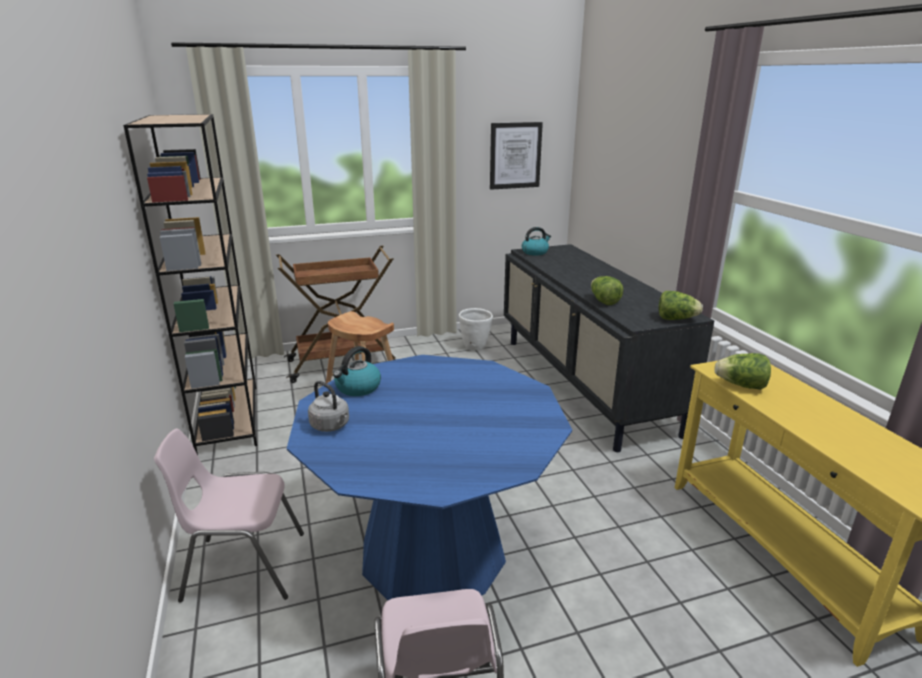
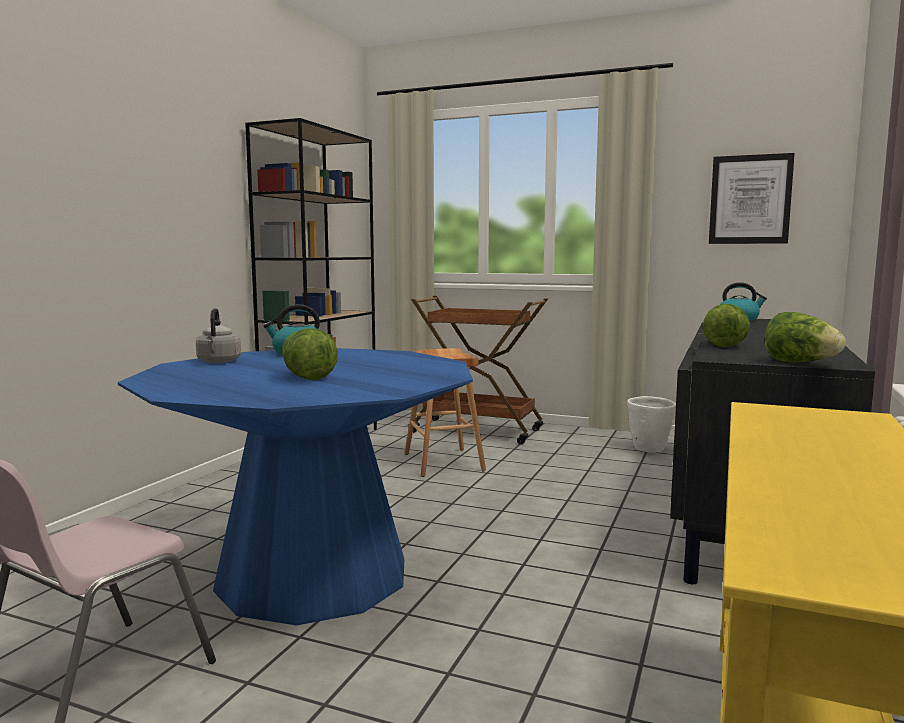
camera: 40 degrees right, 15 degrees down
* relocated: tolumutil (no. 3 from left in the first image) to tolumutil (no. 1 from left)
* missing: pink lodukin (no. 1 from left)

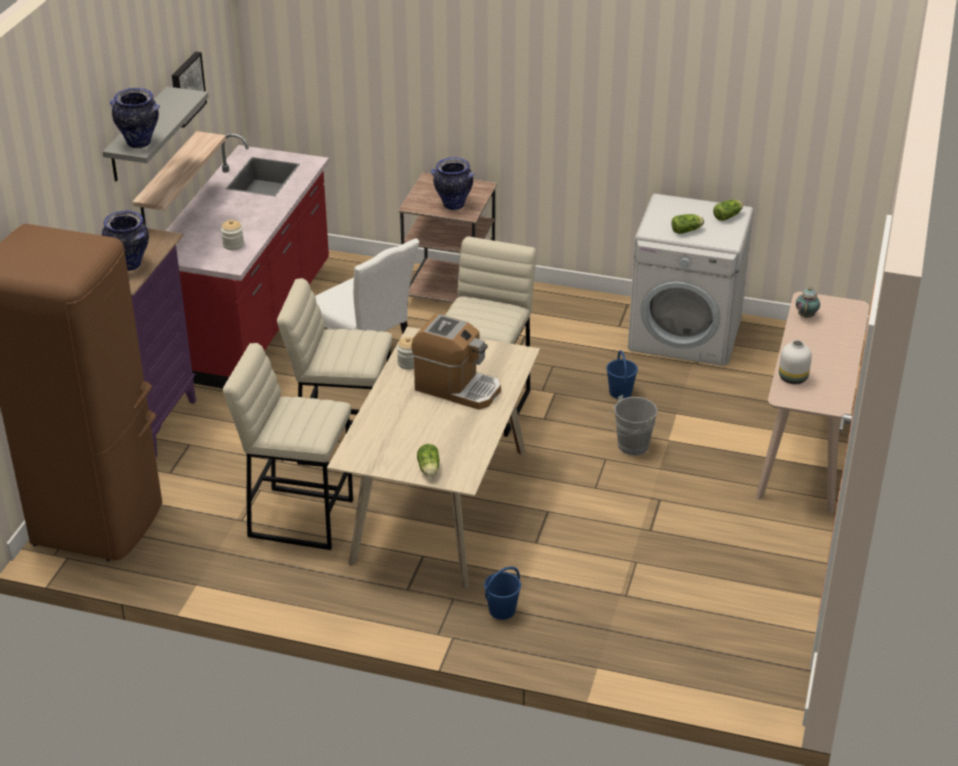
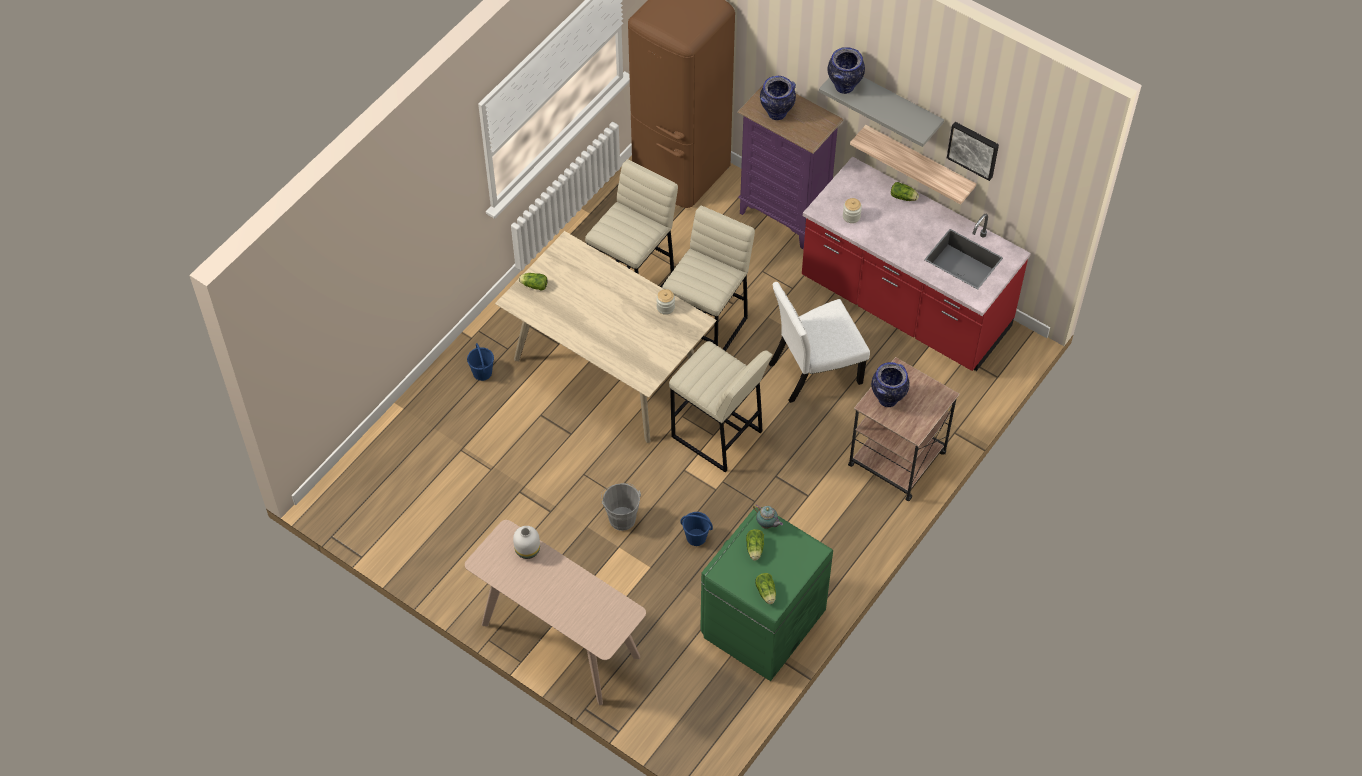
camera: 110 degrees right, 20 degrees up
* colour: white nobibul to green nobibul
* relocated: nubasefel
* missing: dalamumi
* appeared: tolumutil (no. 4 from left)

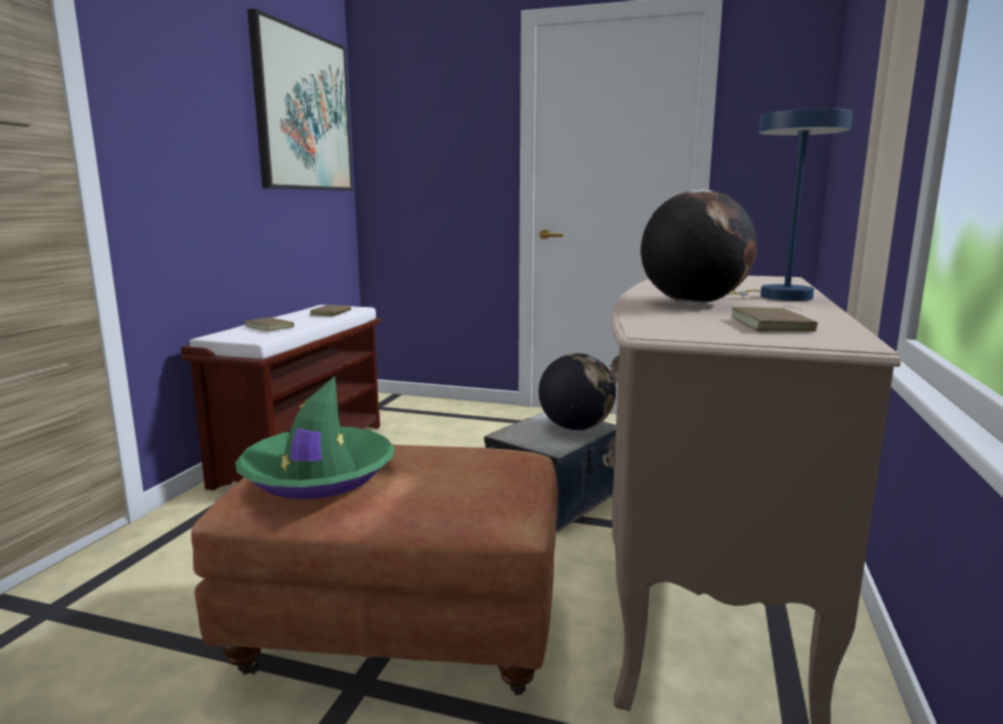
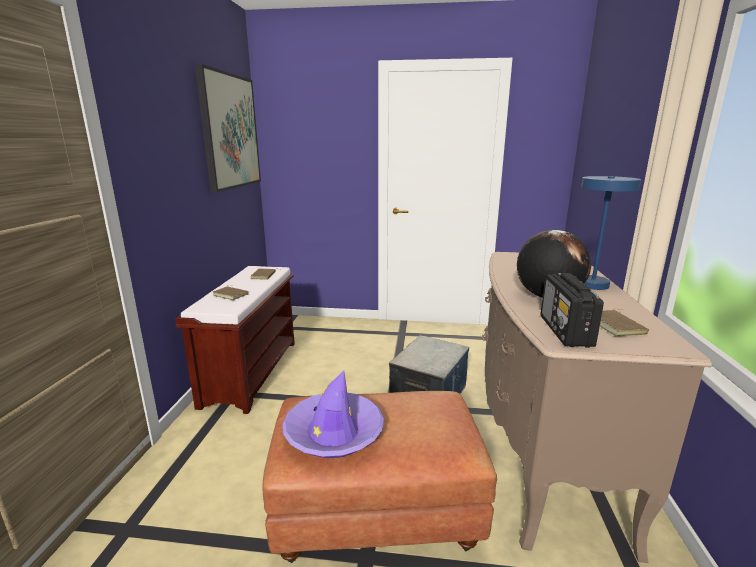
camera: 10 degrees left, 5 degrees up
* missing: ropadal (no. 1 from left)
* colour: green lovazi to purple lovazi
* appeared: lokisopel

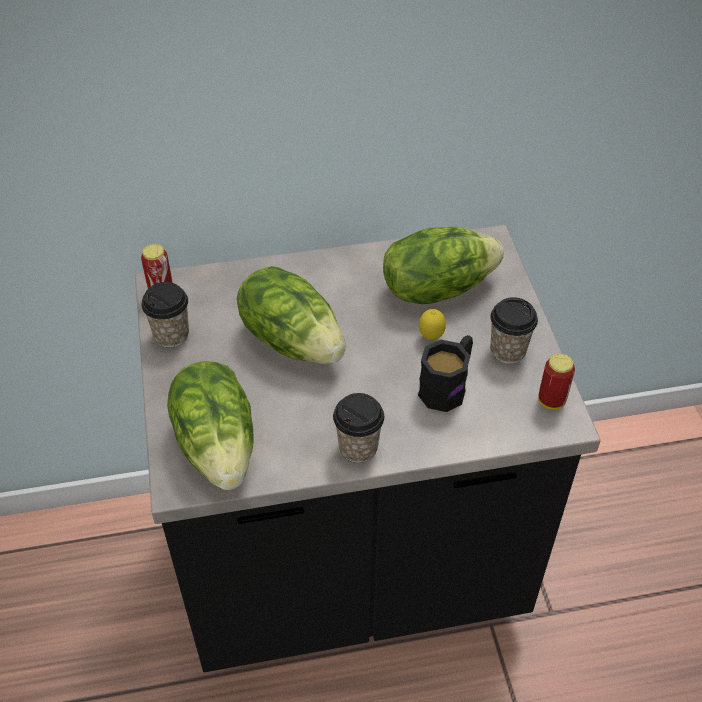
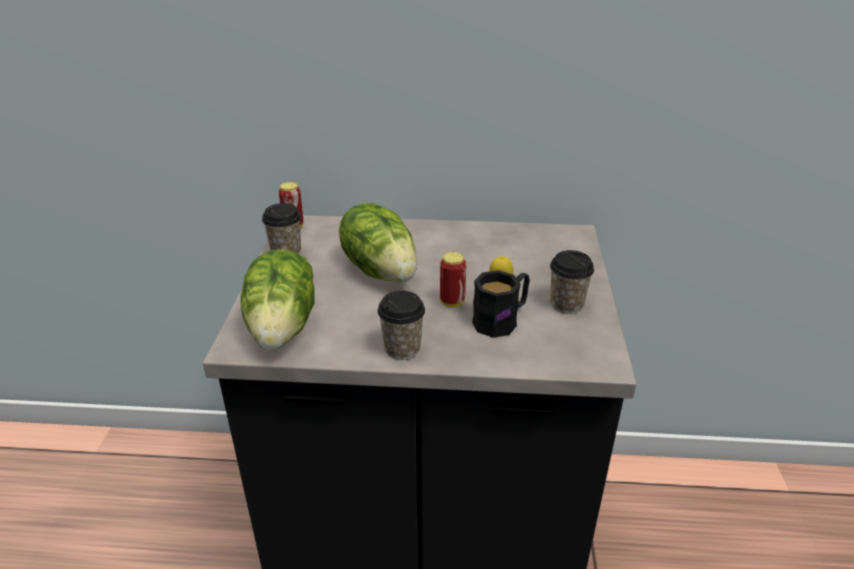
camera: 15 degrees right, 15 degrees down
* missing: tolumutil (no. 3 from left)
* relocated: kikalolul (no. 2 from left)

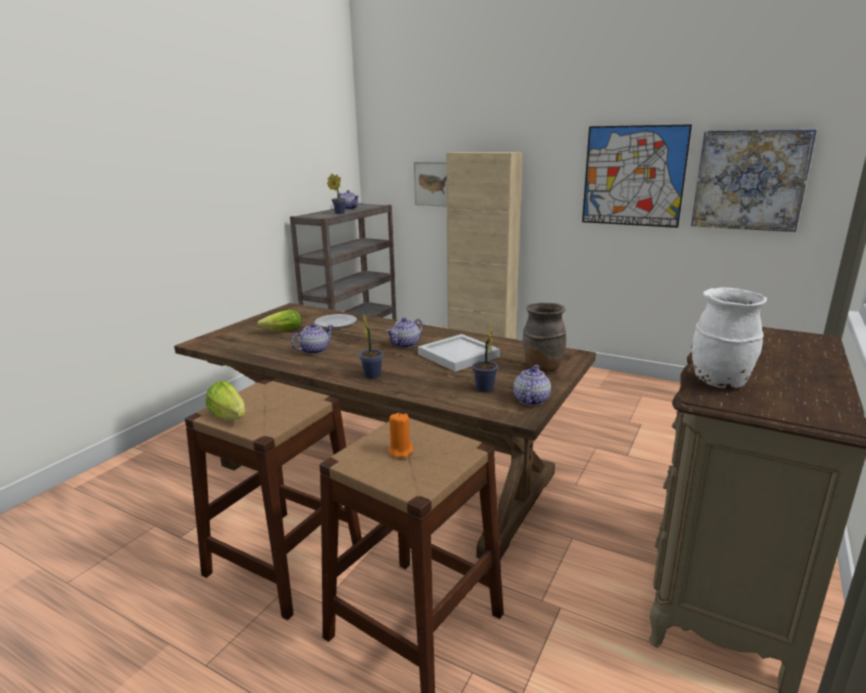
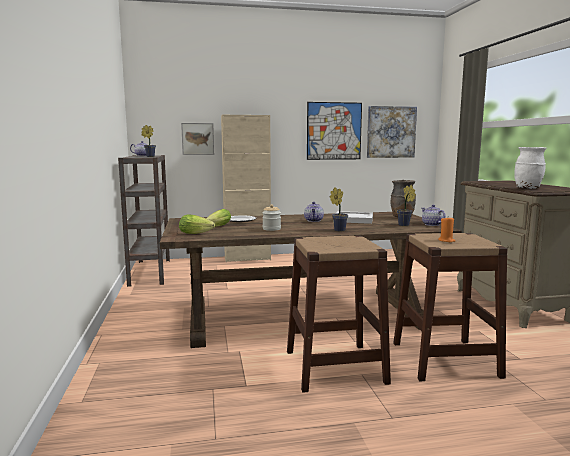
camera: 40 degrees left, 10 degrees down
* exchanged: nubasefel (no. 1 from left) to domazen
* relocated: tolumutil (no. 1 from left)

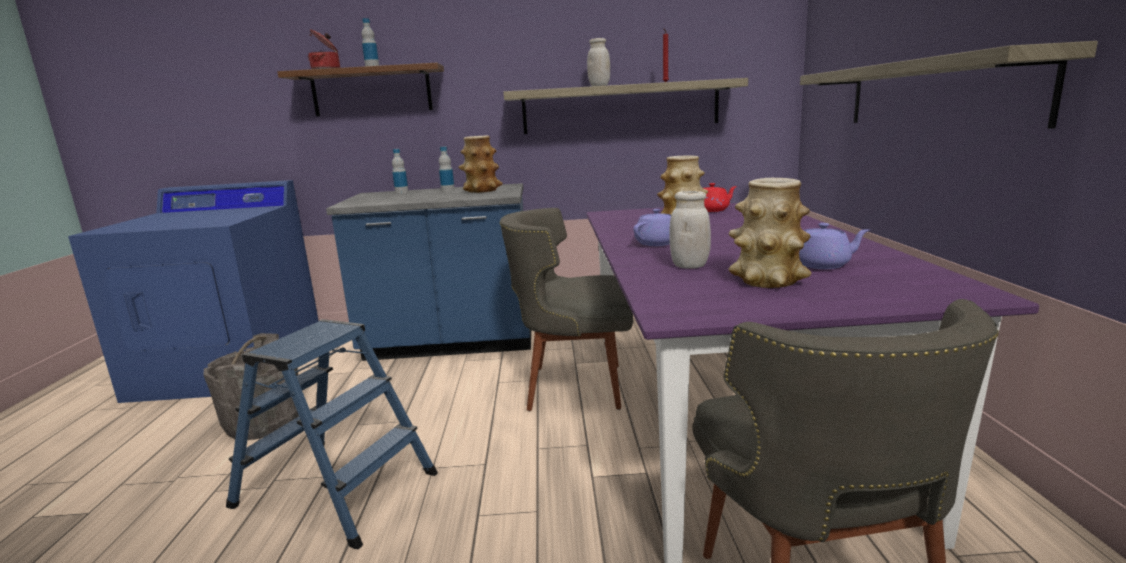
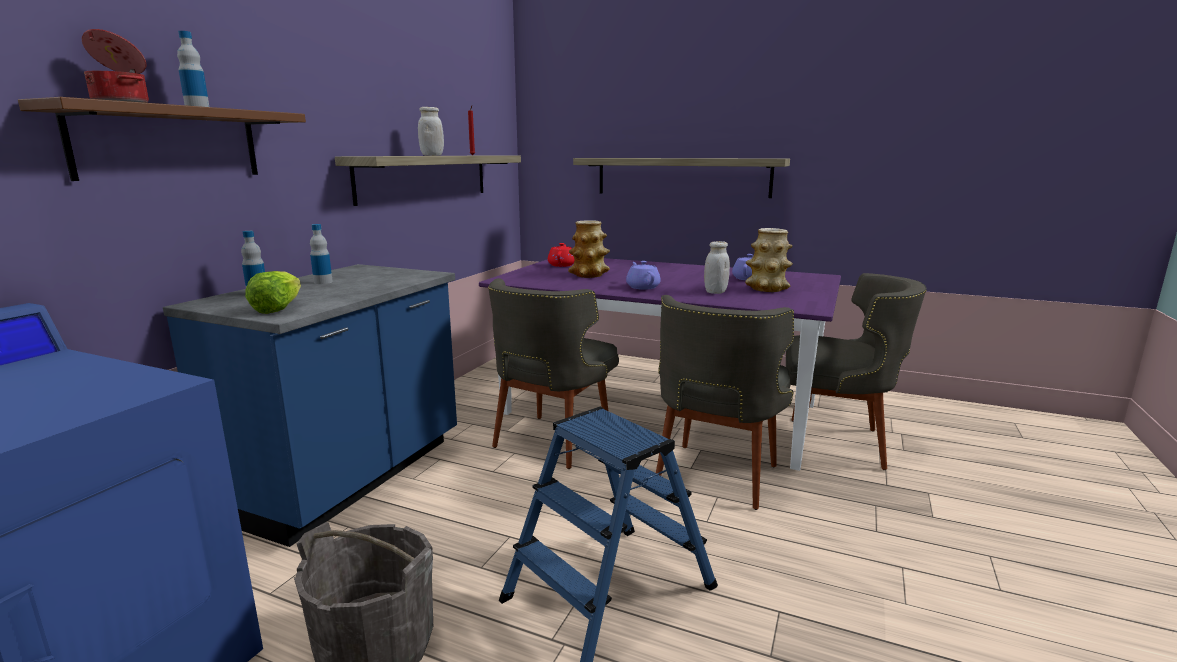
camera: 65 degrees left, 0 degrees up
* missing: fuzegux (no. 1 from left)
* appeared: tolumutil
* appeared: grey lodukin (no. 2 from left)

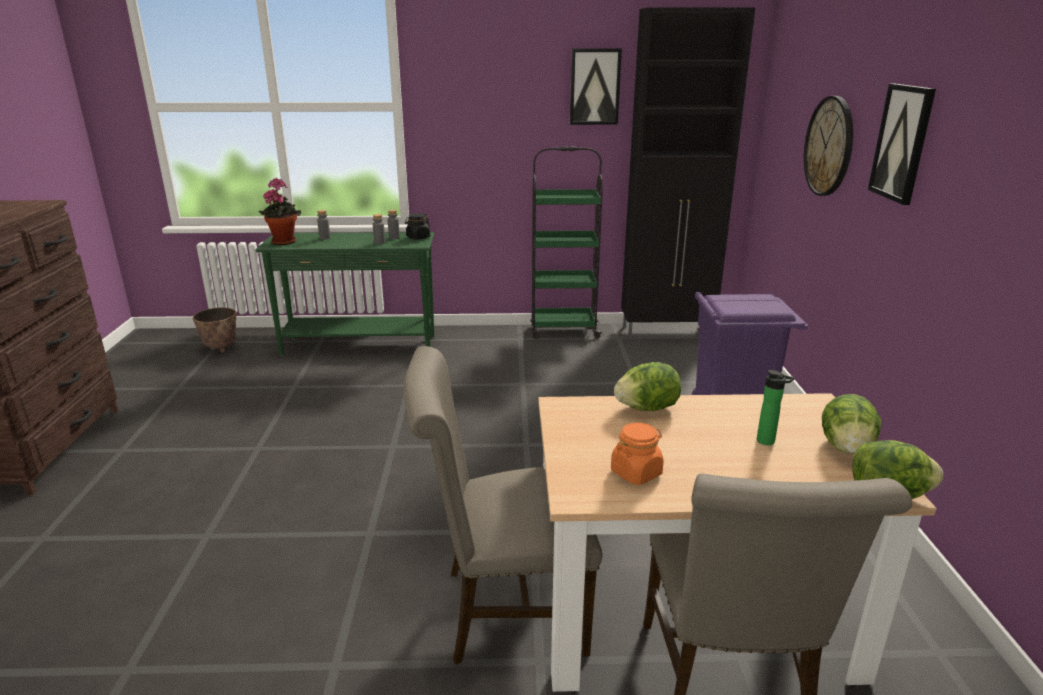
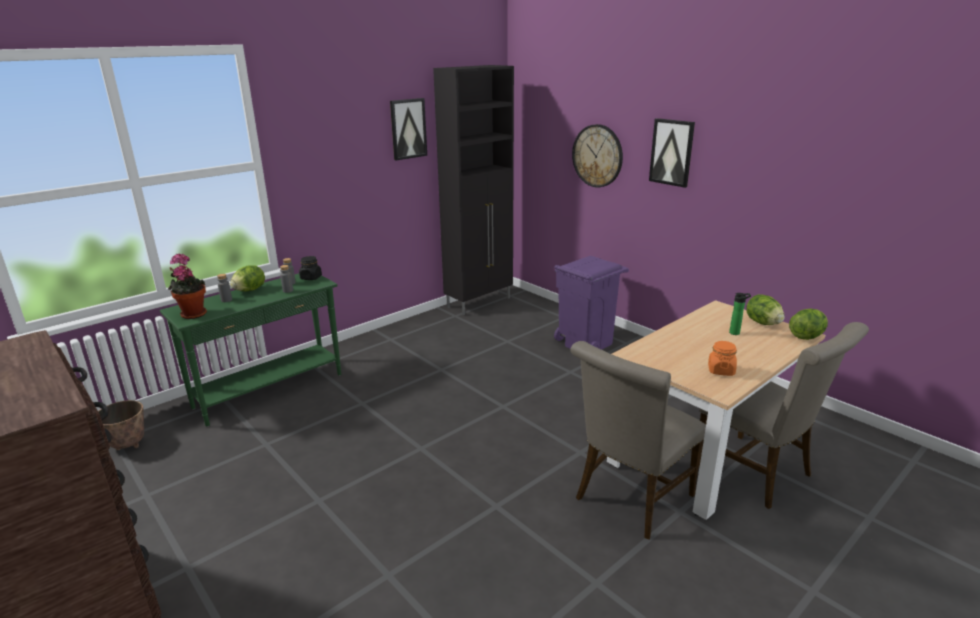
camera: 40 degrees left, 0 degrees up
* missing: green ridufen
* relocated: tolumutil (no. 1 from left)

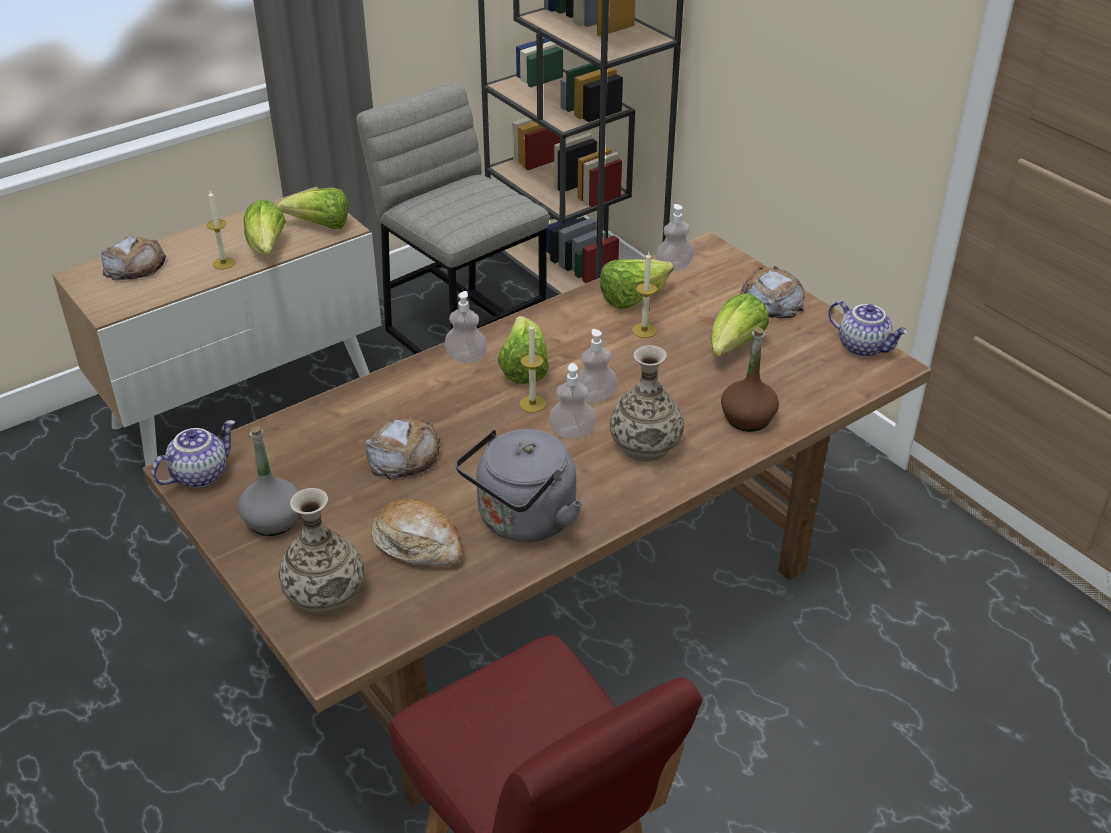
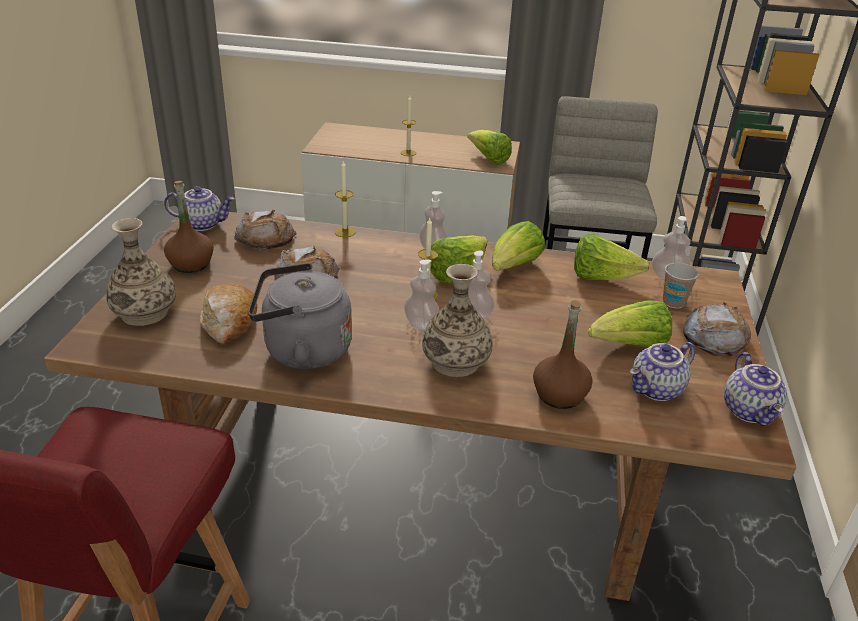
camera: 45 degrees right, 5 degrees down
* relocated: tolumutil (no. 1 from left in the first image) to tolumutil (no. 3 from left)
* relocated: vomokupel (no. 1 from left in the first image) to vomokupel (no. 2 from left)
* relocated: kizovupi (no. 3 from left in the first image) to kizovupi (no. 1 from left)
* colour: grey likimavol to brown likimavol (no. 1 from left)
* appeared: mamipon
* appeared: nubasefel (no. 2 from left)

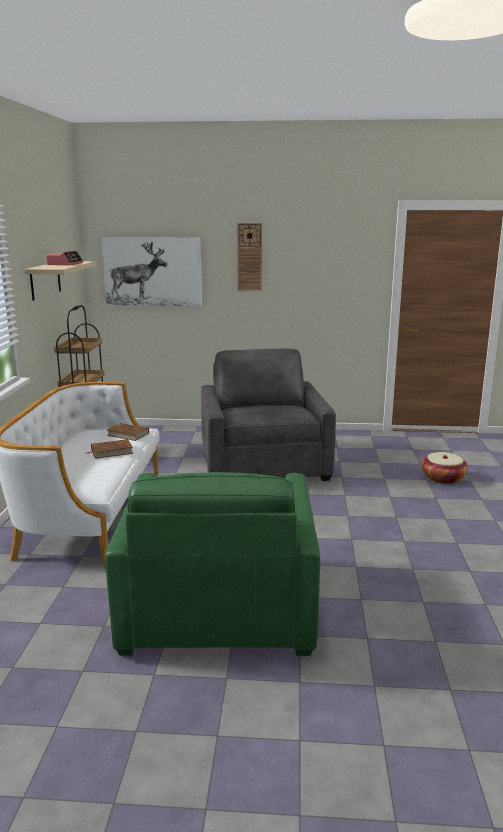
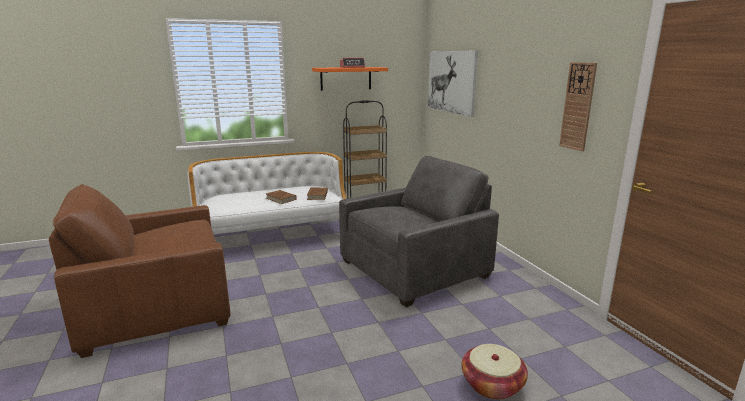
camera: 65 degrees right, 0 degrees up
* relocated: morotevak
* colour: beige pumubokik to orange pumubokik
* colour: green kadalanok to brown kadalanok

